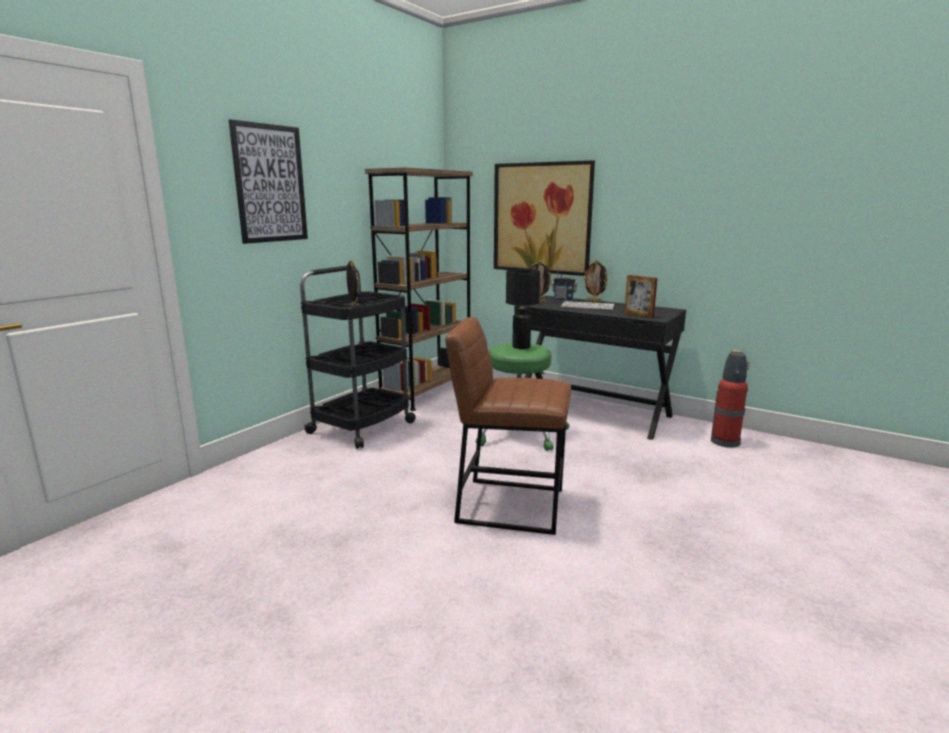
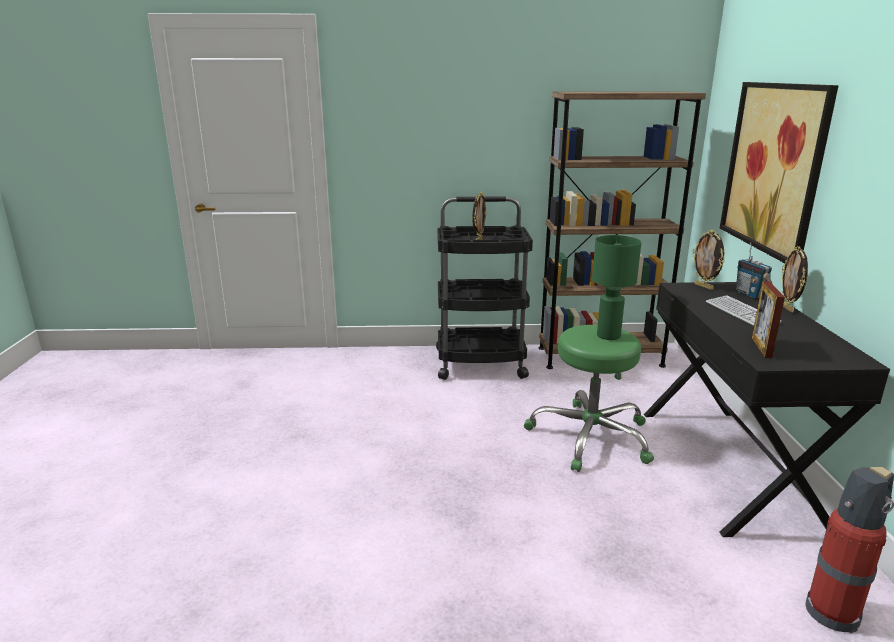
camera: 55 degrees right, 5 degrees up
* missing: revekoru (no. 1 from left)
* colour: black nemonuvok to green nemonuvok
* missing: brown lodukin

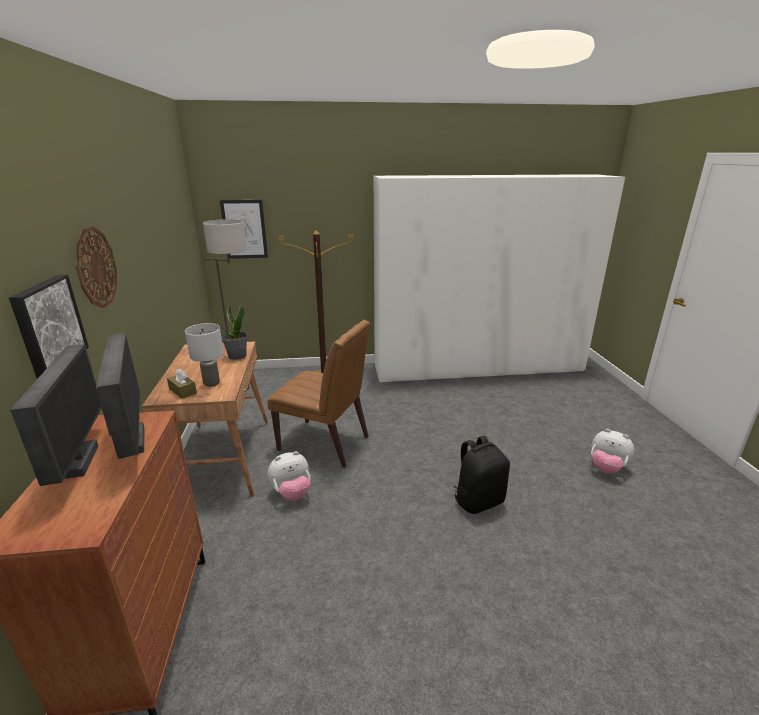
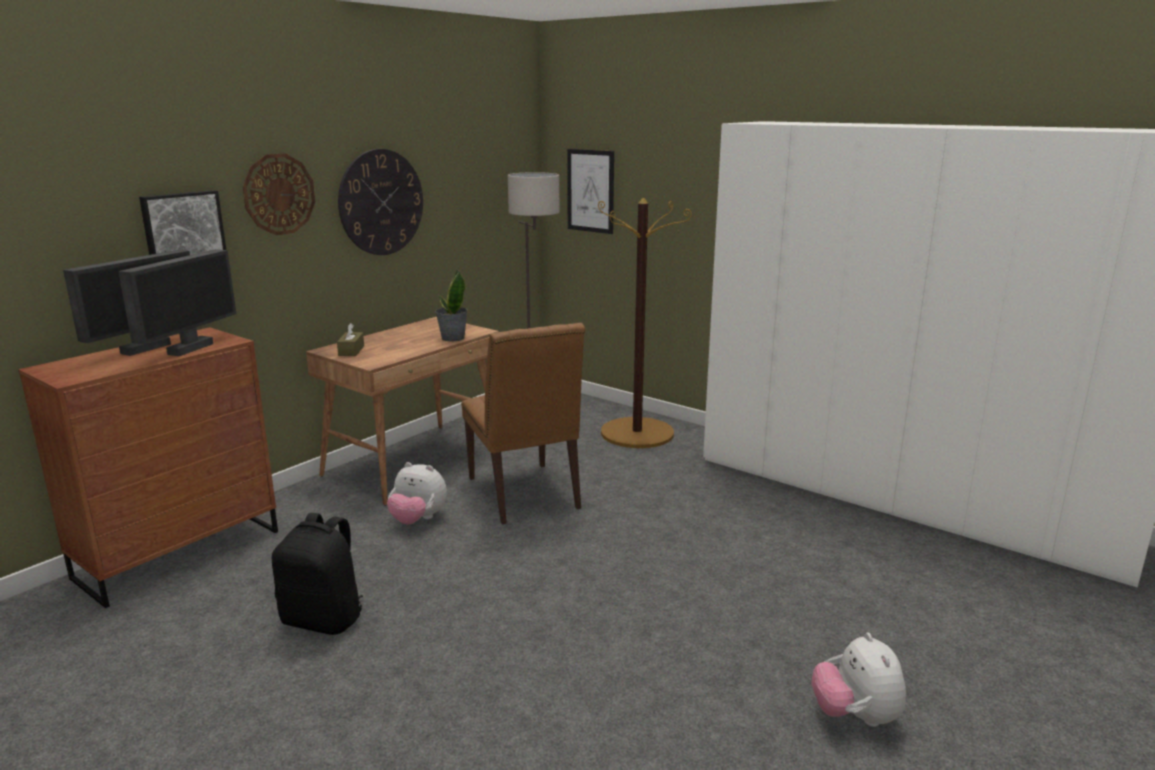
camera: 45 degrees right, 5 degrees down
* missing: white nemonuvok
* relocated: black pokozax
* appeared: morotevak (no. 2 from left)

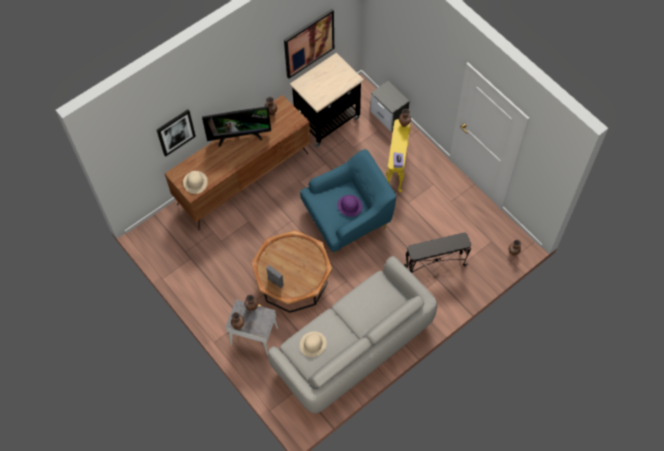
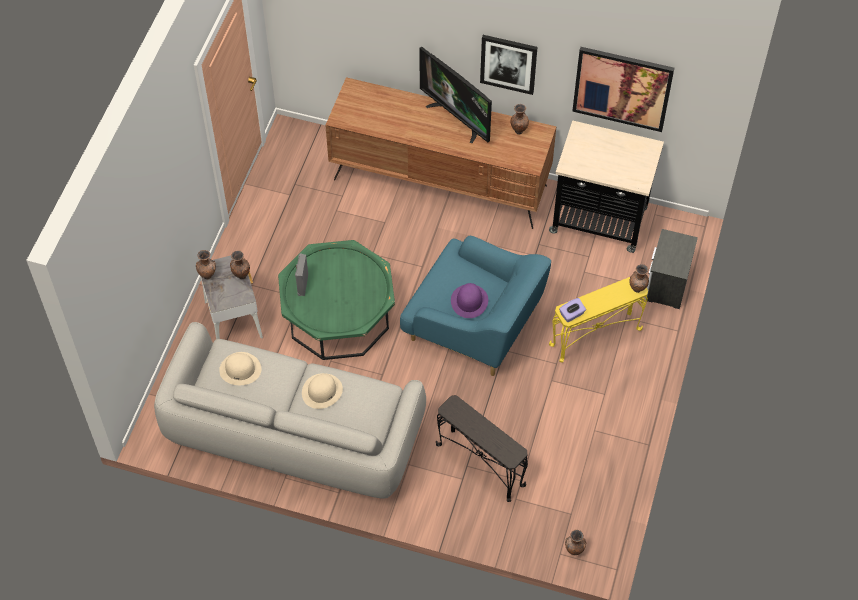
camera: 55 degrees right, 5 degrees down
* relocated: revekoru (no. 1 from left)
* relocated: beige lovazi (no. 1 from left in the first image) to beige lovazi (no. 2 from left)
* colour: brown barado to green barado

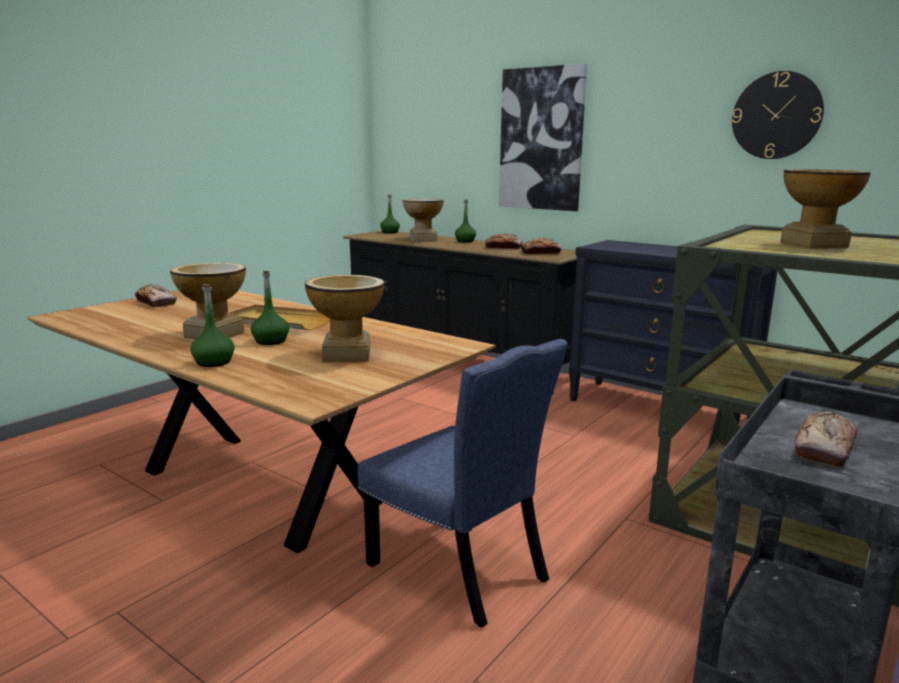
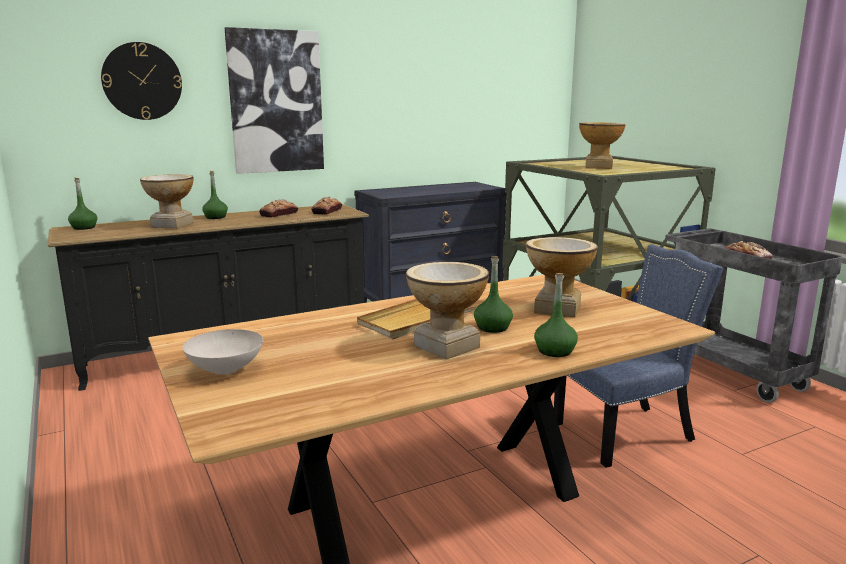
camera: 65 degrees left, 0 degrees up
* relocated: morotevak
* exchanged: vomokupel (no. 1 from left) to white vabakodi

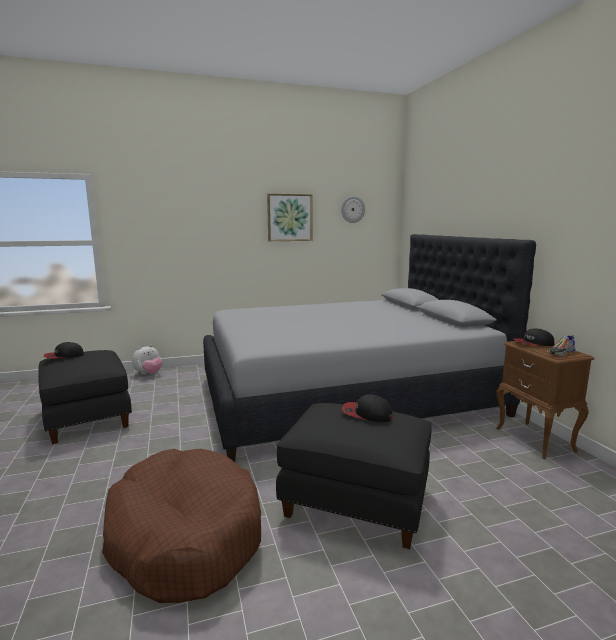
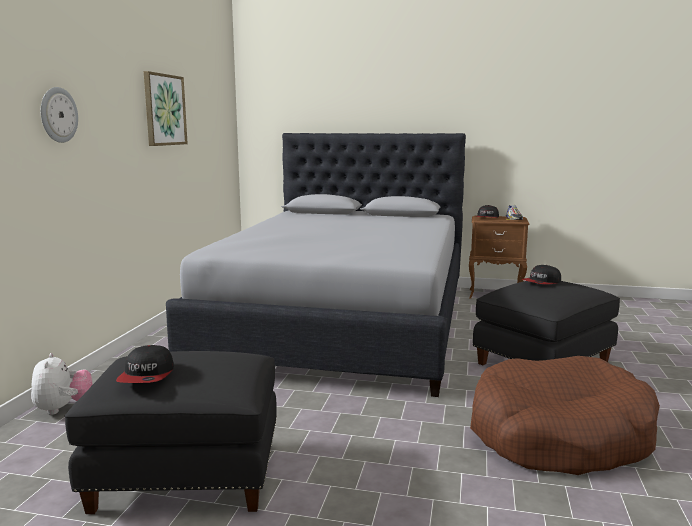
camera: 60 degrees left, 0 degrees up
* relocated: morotevak

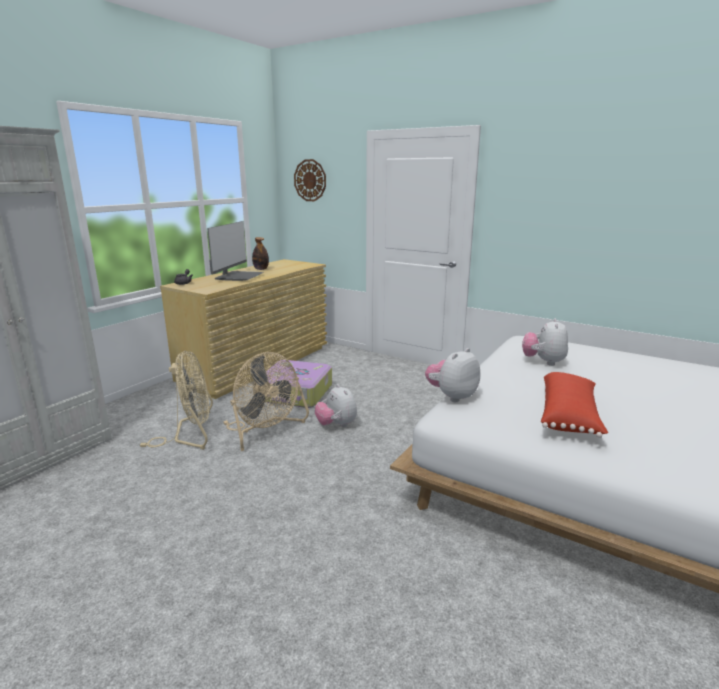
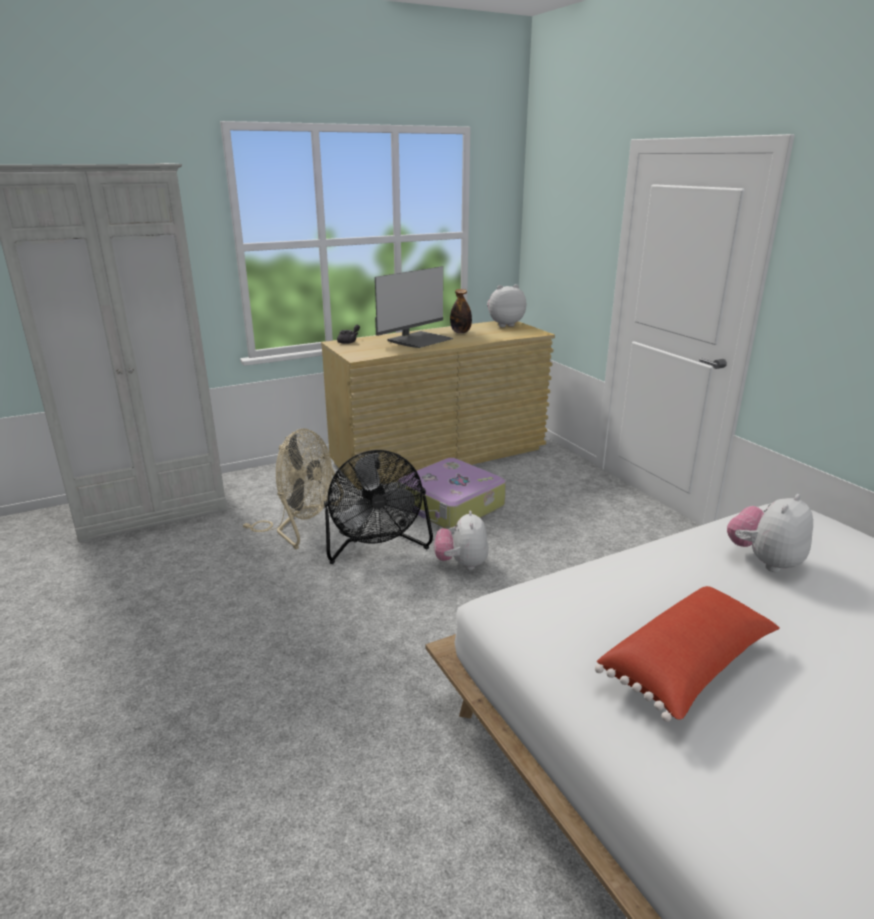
camera: 30 degrees right, 5 degrees up
* missing: morotevak
* relocated: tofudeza (no. 2 from left)
* colour: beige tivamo (no. 2 from left) to black tivamo

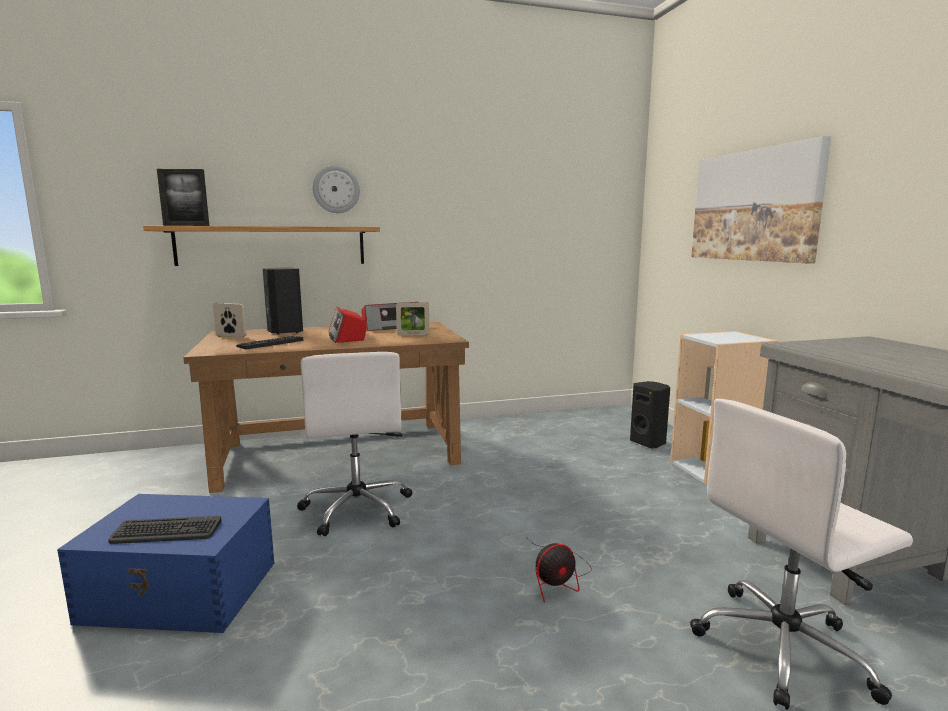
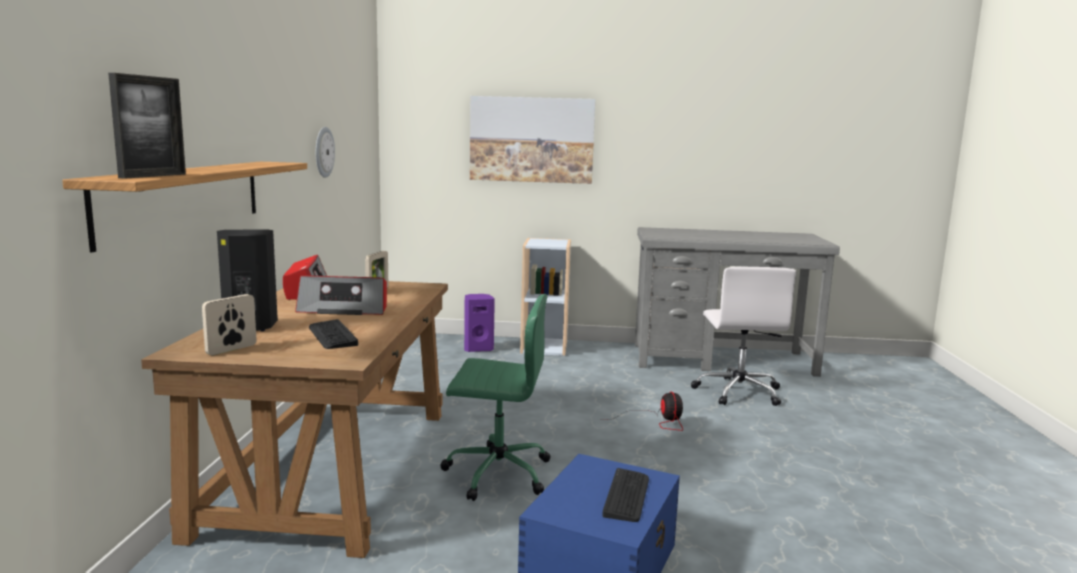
camera: 70 degrees left, 0 degrees up
* relocated: morotevak
* colour: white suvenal (no. 1 from left) to green suvenal
* colour: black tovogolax (no. 2 from left) to purple tovogolax

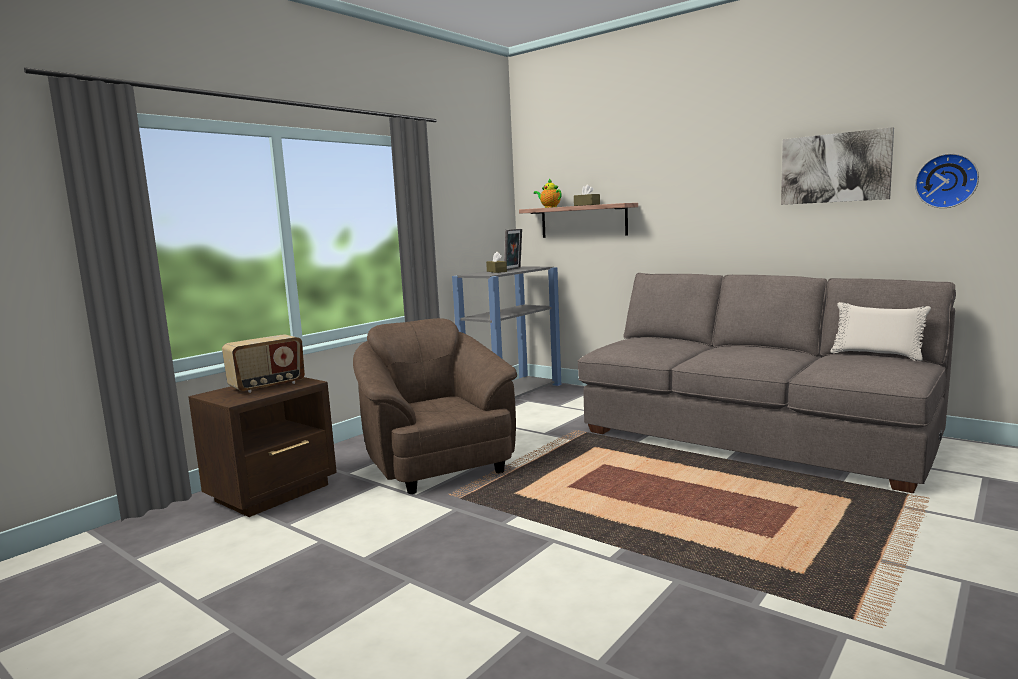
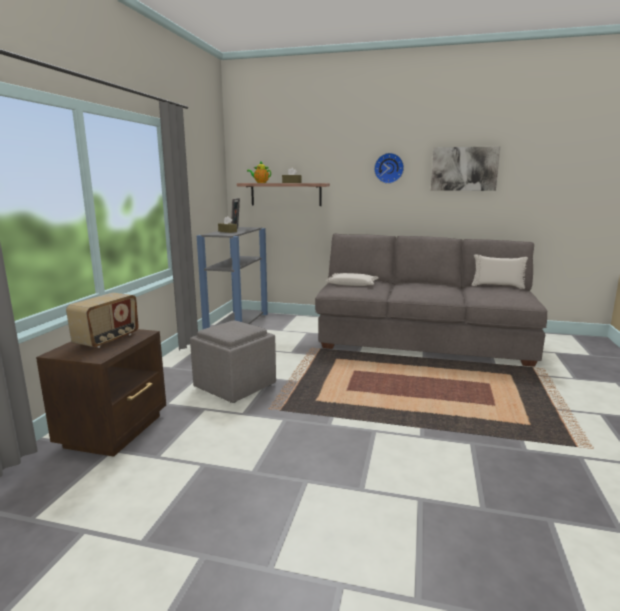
camera: 25 degrees left, 5 degrees up
* relocated: morotevak
* exchanged: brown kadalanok to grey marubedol
* appeared: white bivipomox (no. 1 from left)

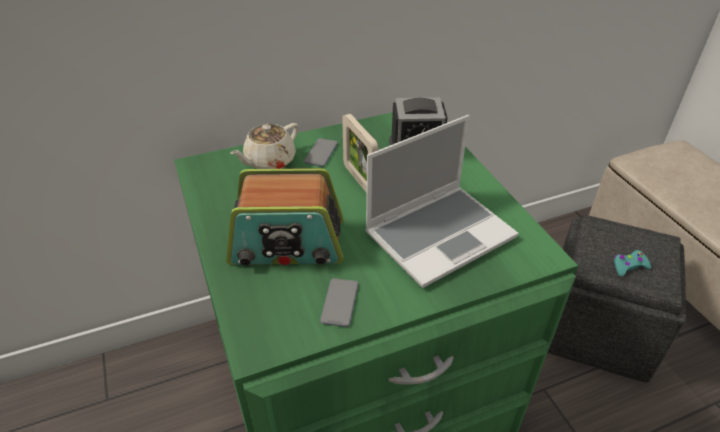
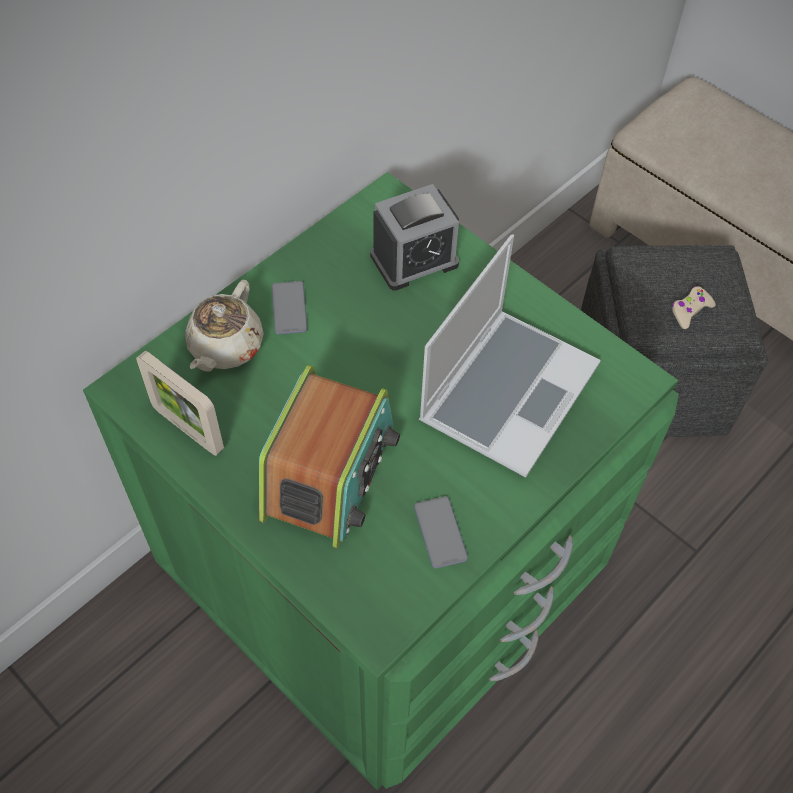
camera: 25 degrees left, 15 degrees up
* relocated: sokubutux
* spun: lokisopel 45 degrees counterclockwise
* colour: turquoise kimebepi to beige kimebepi

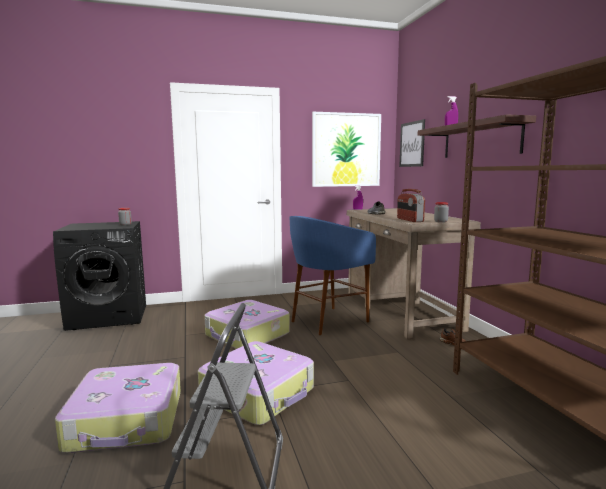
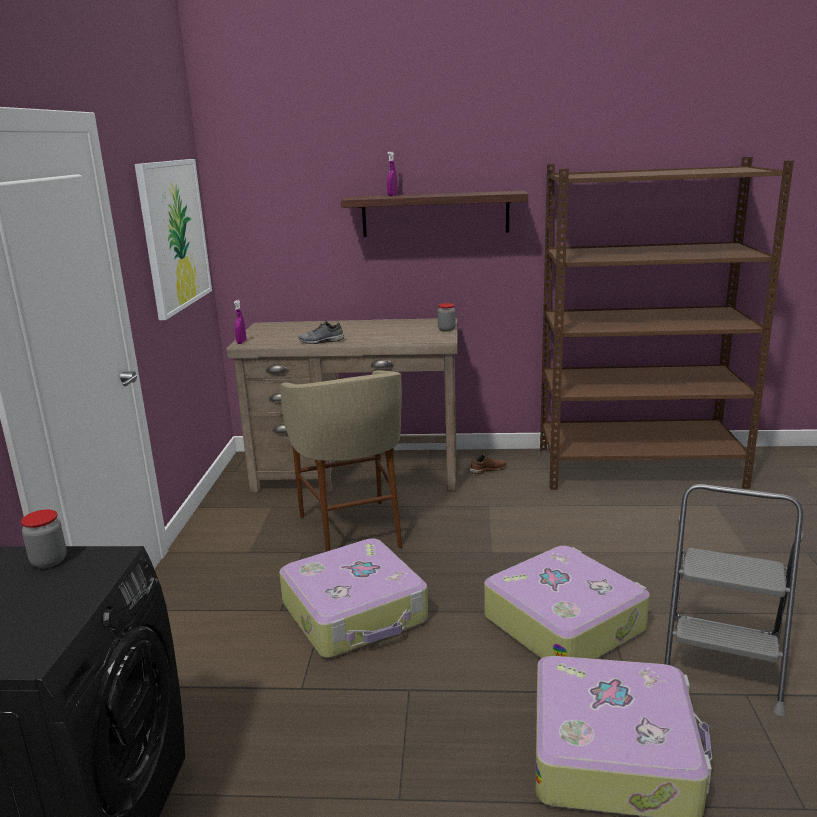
camera: 70 degrees left, 10 degrees up
* missing: revekoru (no. 2 from left)
* missing: lokisopel
* colour: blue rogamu to beige rogamu

